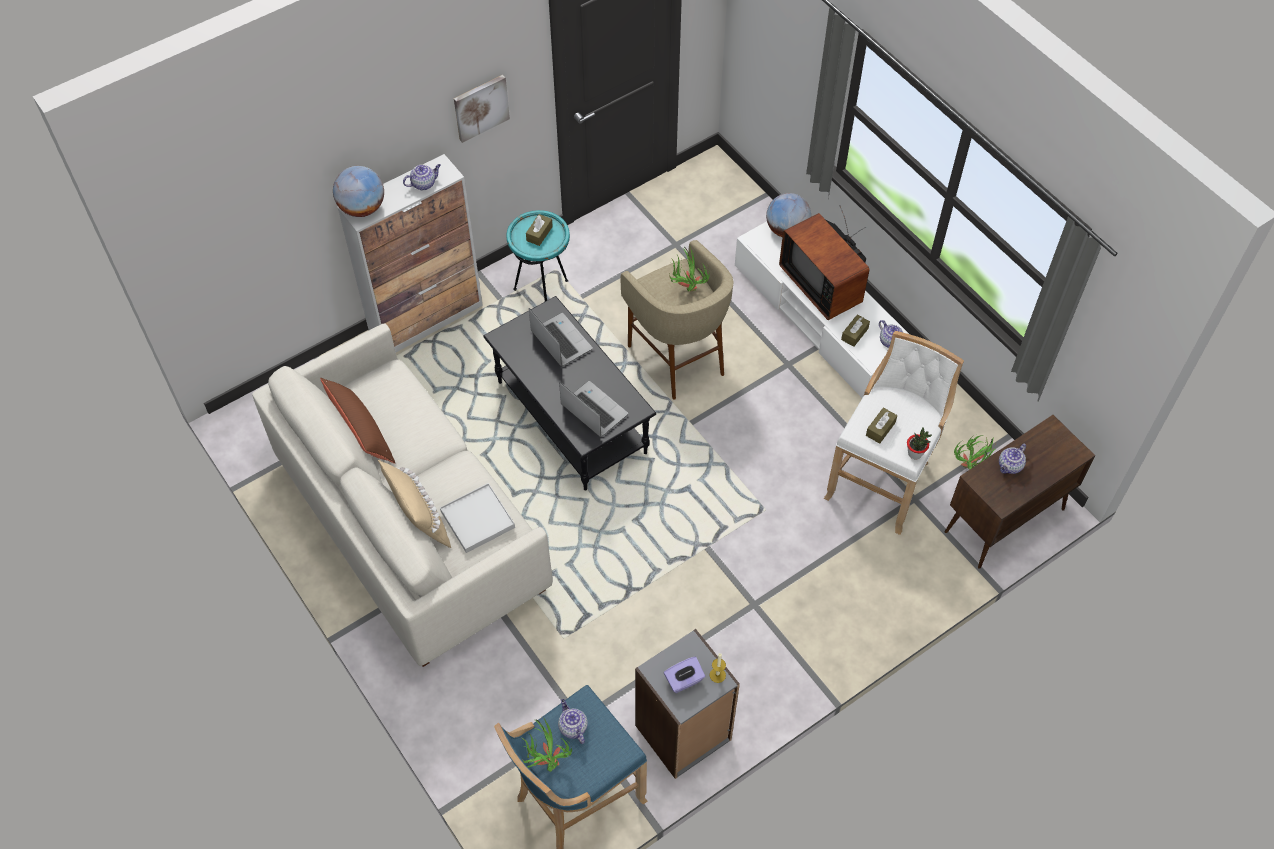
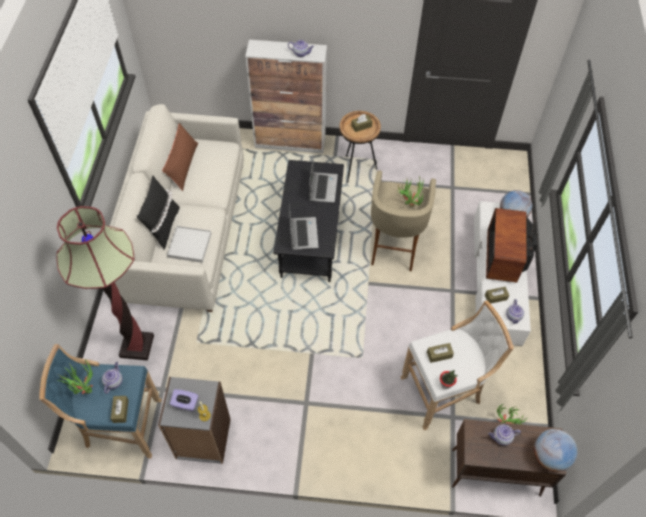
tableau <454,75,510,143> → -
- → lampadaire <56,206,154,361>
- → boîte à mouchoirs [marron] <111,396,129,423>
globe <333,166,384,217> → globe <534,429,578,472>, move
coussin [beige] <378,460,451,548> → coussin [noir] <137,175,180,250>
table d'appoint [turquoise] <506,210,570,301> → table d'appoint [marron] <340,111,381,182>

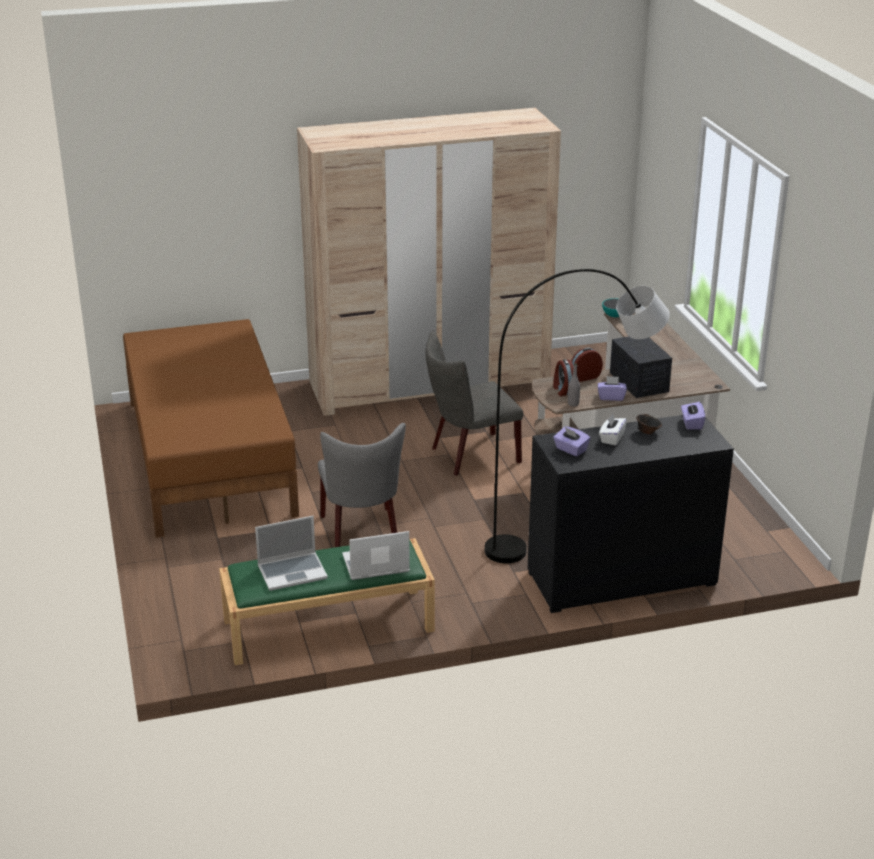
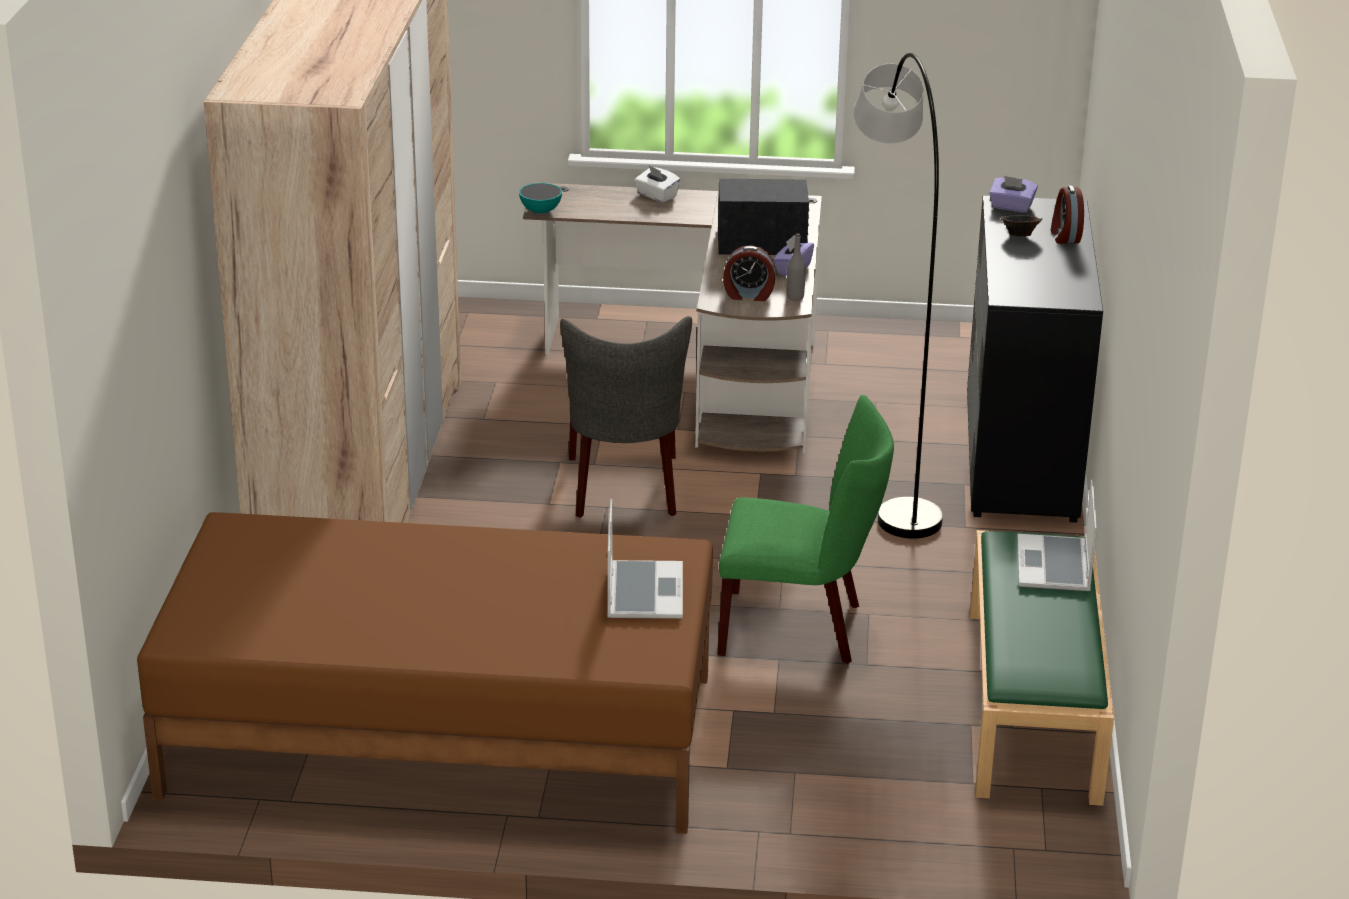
boîte à mouchoirs [violet] <553,426,590,456> → -
ordinateur portable <255,516,328,591> → ordinateur portable <607,499,683,619>, move
réveil <571,347,603,382> → réveil <1051,186,1084,244>, move
boîte à mouchoirs [blanc] <599,414,627,446> → boîte à mouchoirs [blanc] <635,166,680,202>, move
chaise [gris] <318,423,406,547> → chaise [vert] <717,395,894,664>

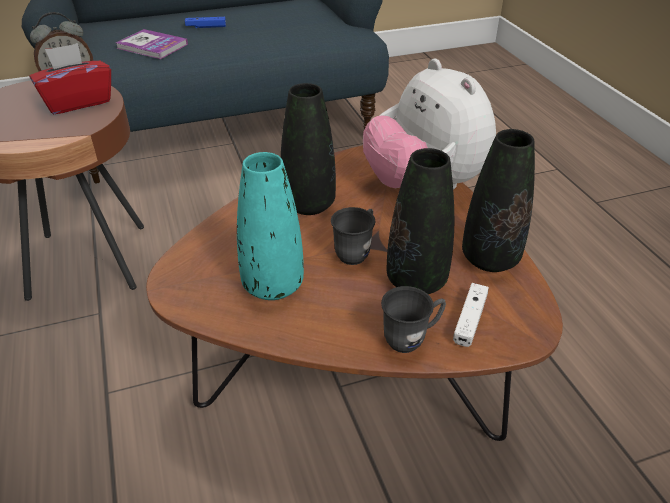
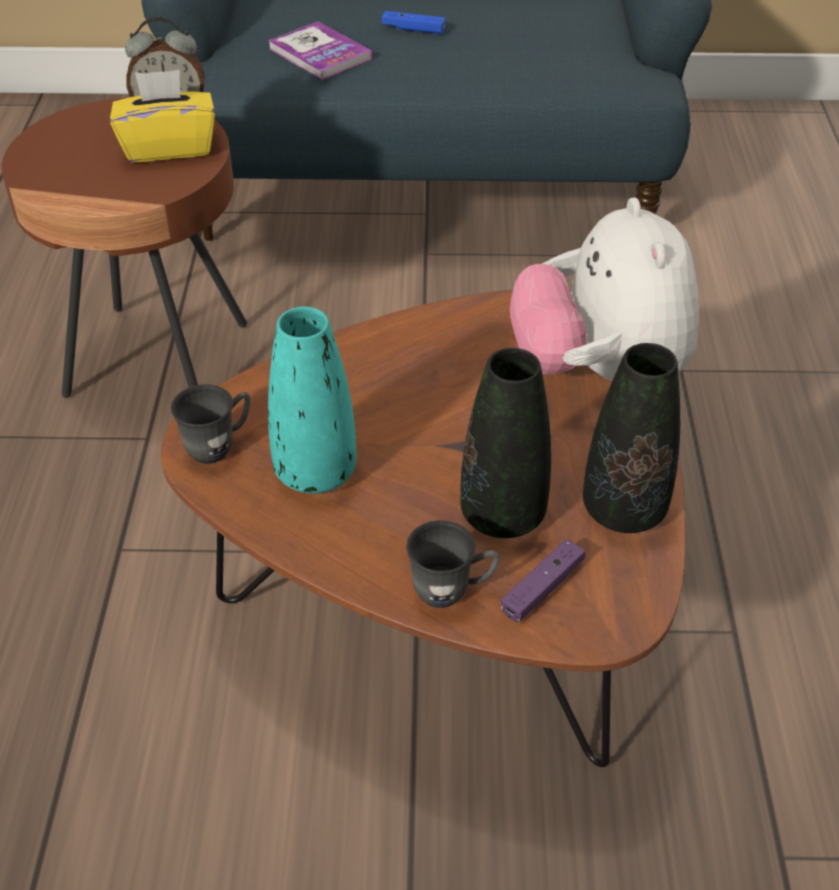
vase [noir] <281,83,336,215> → -
mug [gris] <331,207,376,265> → mug [gris] <171,384,250,464>, move
boîte à mouchoirs [rouge] <30,43,111,115> → boîte à mouchoirs [jaune] <110,70,215,162>
manette [blanc] <453,283,489,347> → manette [violet] <501,539,585,622>

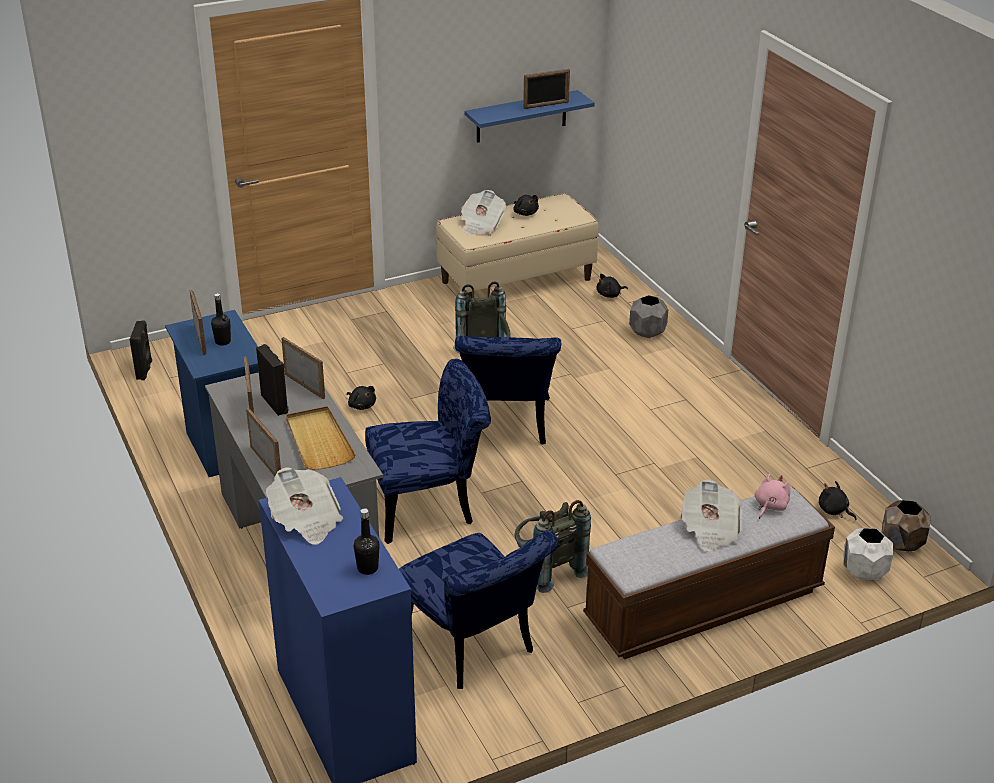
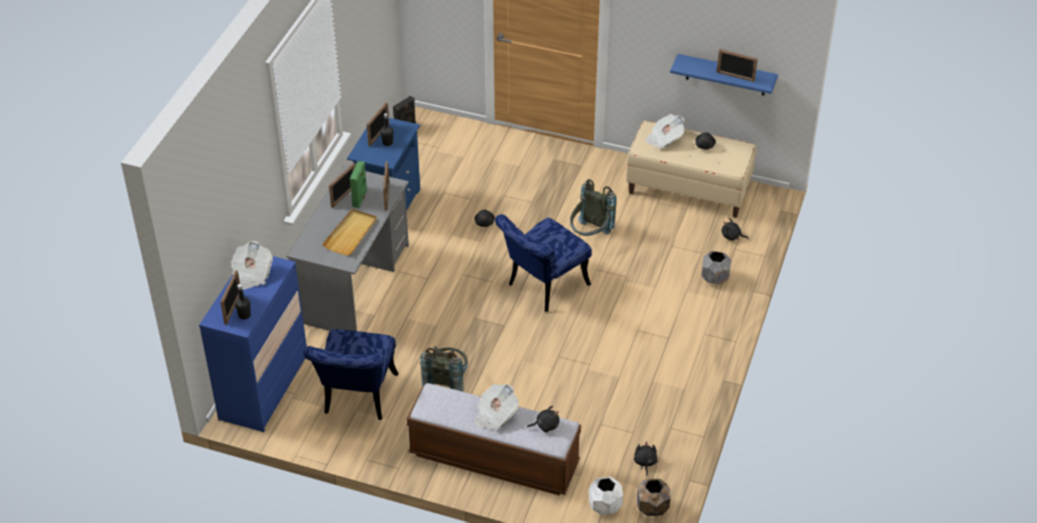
chaise [bleu] <365,359,491,544> → -
cadre photo <246,408,281,476> → cadre photo <220,270,240,325>, move
enceinte [noir] <256,344,288,416> → enceinte [vert] <350,161,367,208>
peluche [rose] <755,474,791,519> → peluche [noir] <527,406,560,432>

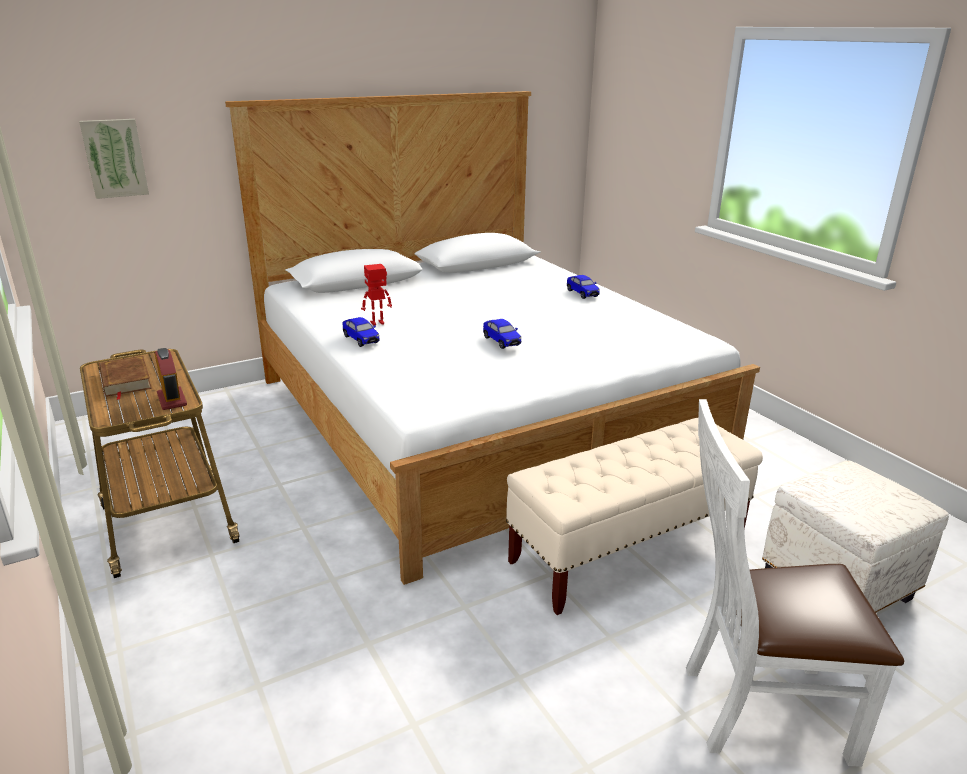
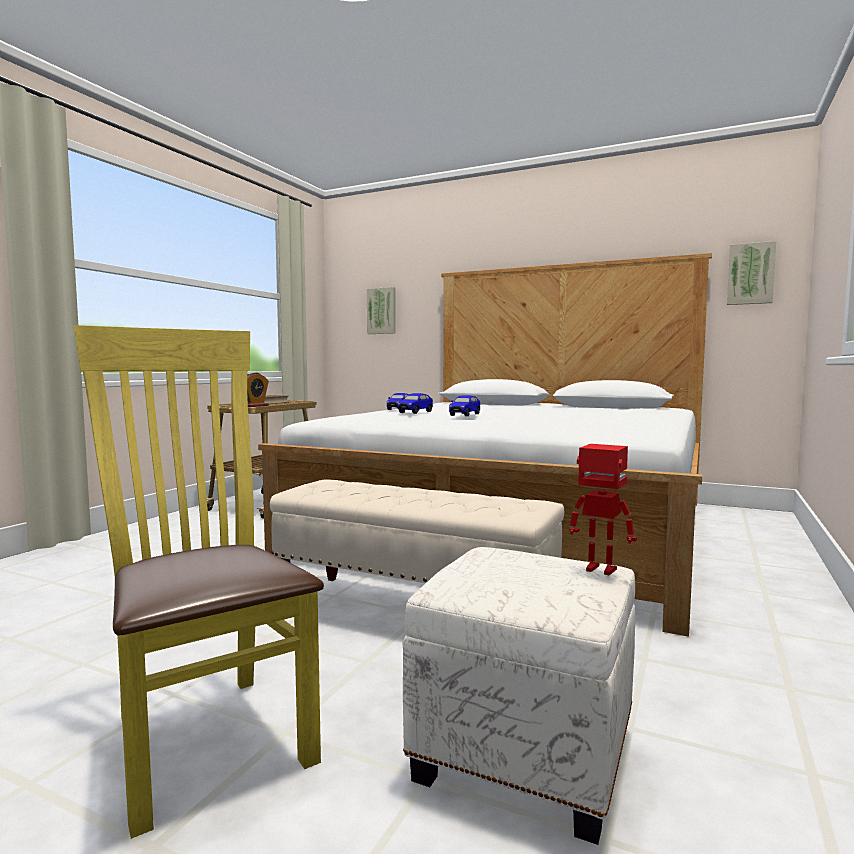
- → tableau <727,241,776,305>
robot jouet <361,264,392,325> → robot jouet <570,444,637,575>, move
petite voiture <567,275,600,299> → petite voiture <398,393,433,414>, move
chaise [blanc] <686,399,904,767> → chaise [jaune] <74,325,324,839>

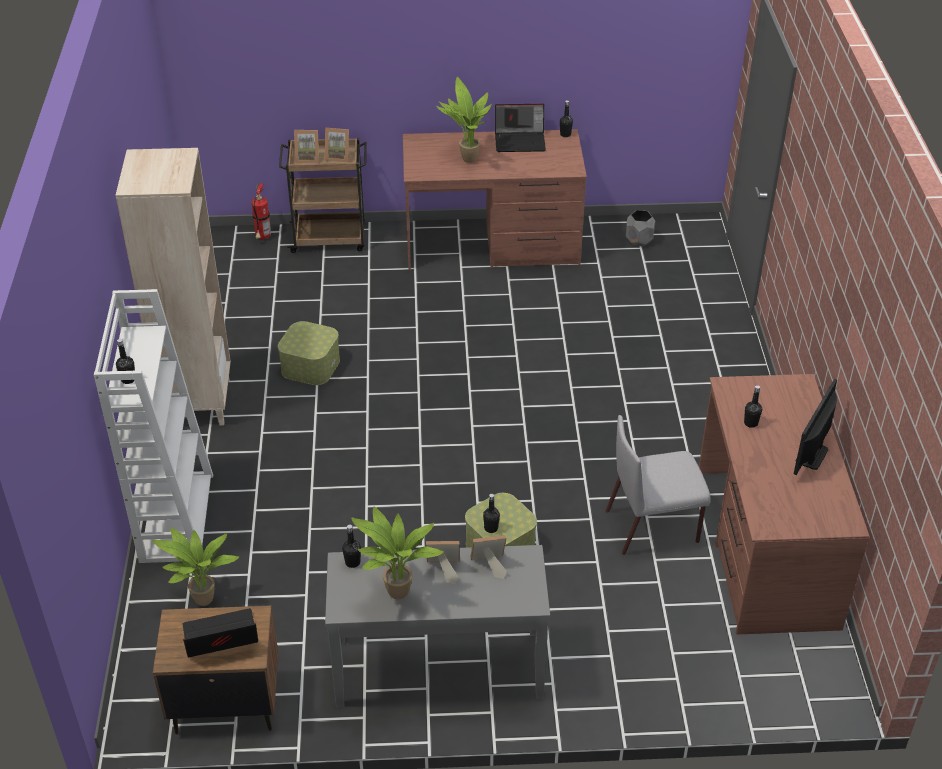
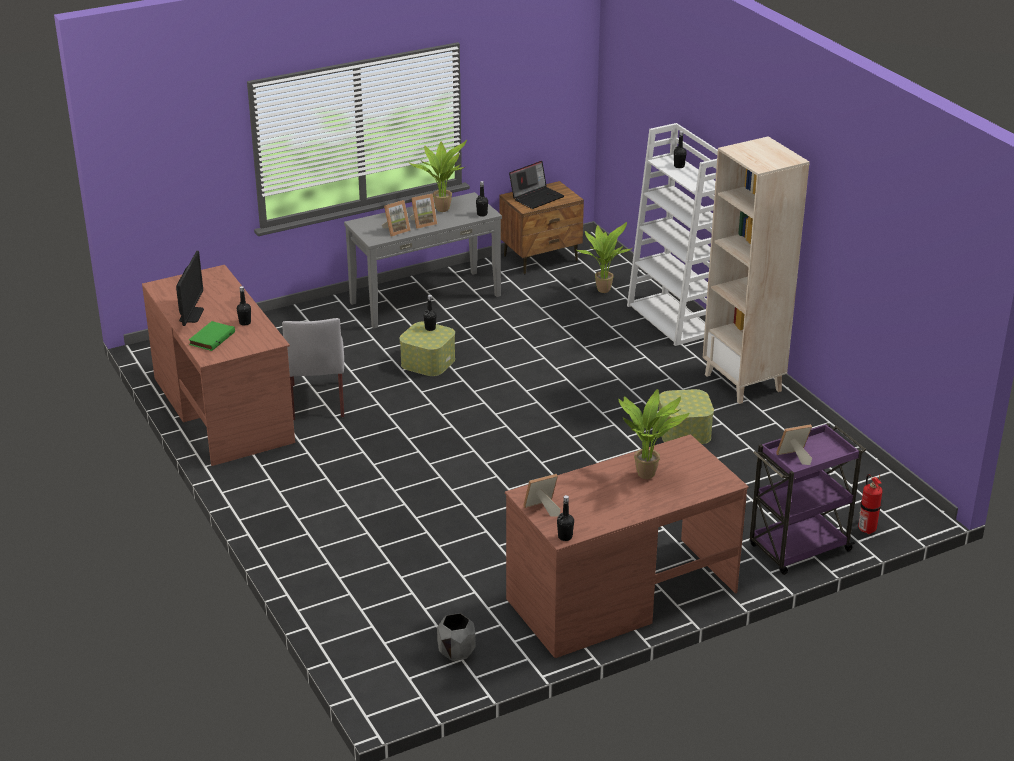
ordinateur portable <495,104,546,152> → -
- → livre [vert] <189,321,235,351>
cadre photo <294,130,319,164> → cadre photo <523,474,561,517>, move
chariot [marron] <279,138,367,253> → chariot [violet] <749,423,866,575>
chaise [gris] <606,415,711,555> → chaise [gris] <282,318,344,421>, 120 degrees clockwise

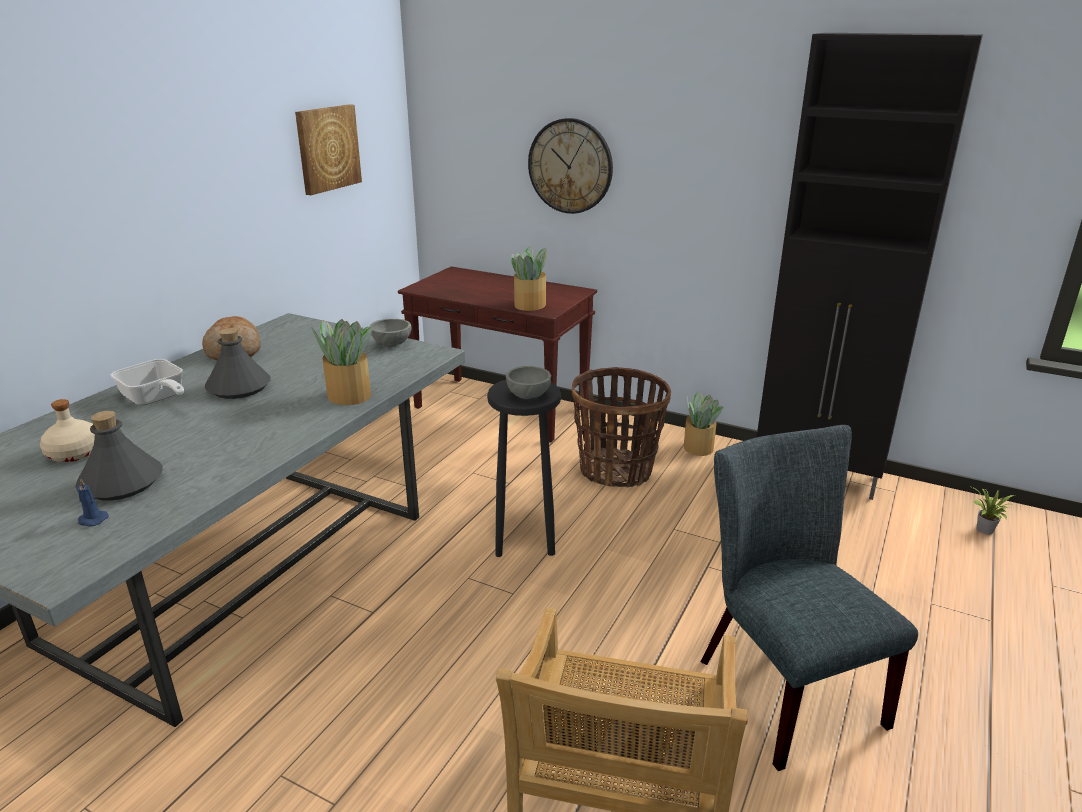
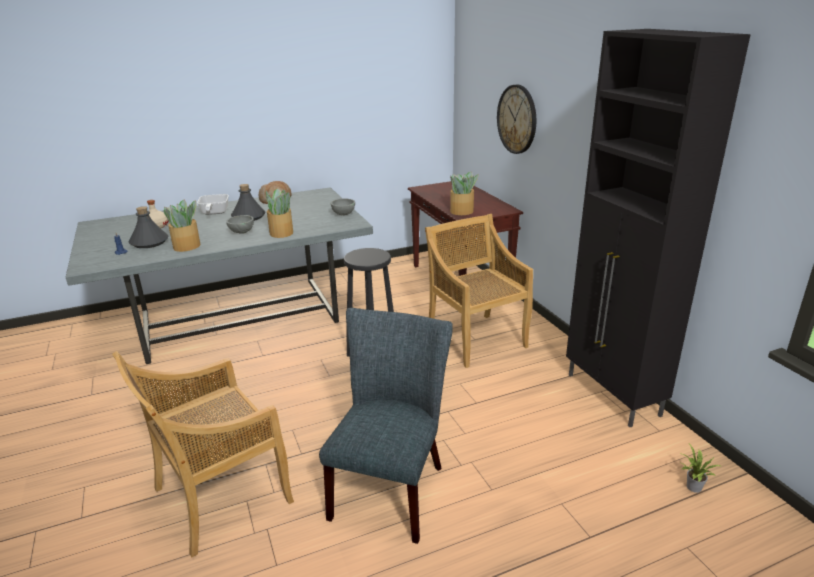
tableau <295,104,362,195> → -
bol [gris] <506,366,551,399> → bol [gris] <227,215,254,234>, move
plante en pot <684,391,723,456> → plante en pot <164,200,201,252>, move
panier <572,367,671,488> → chaise [beige] <425,214,533,368>

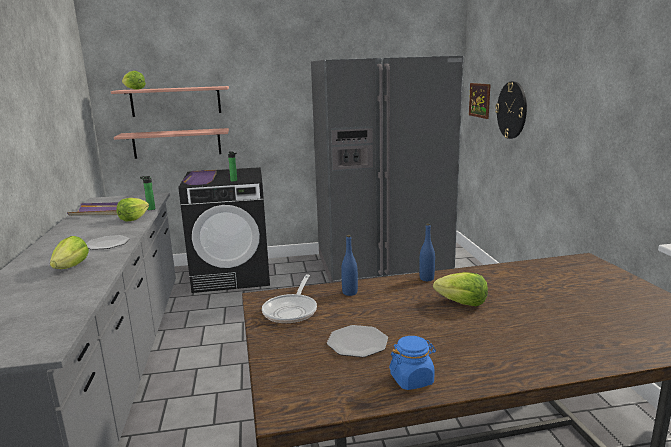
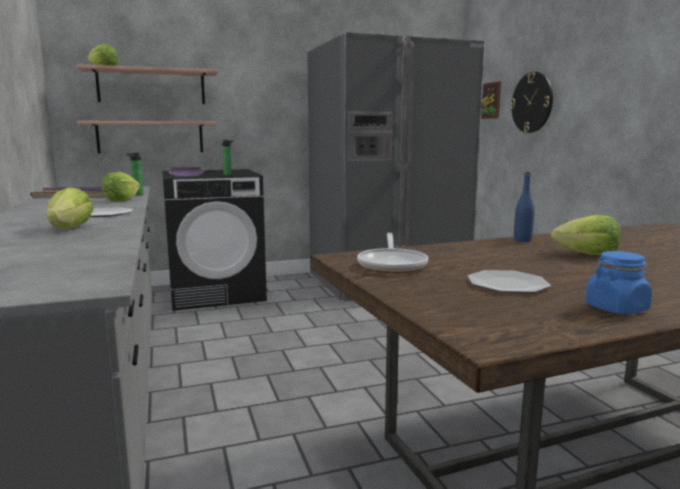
bouteille [bleu] <341,235,358,296> → -

